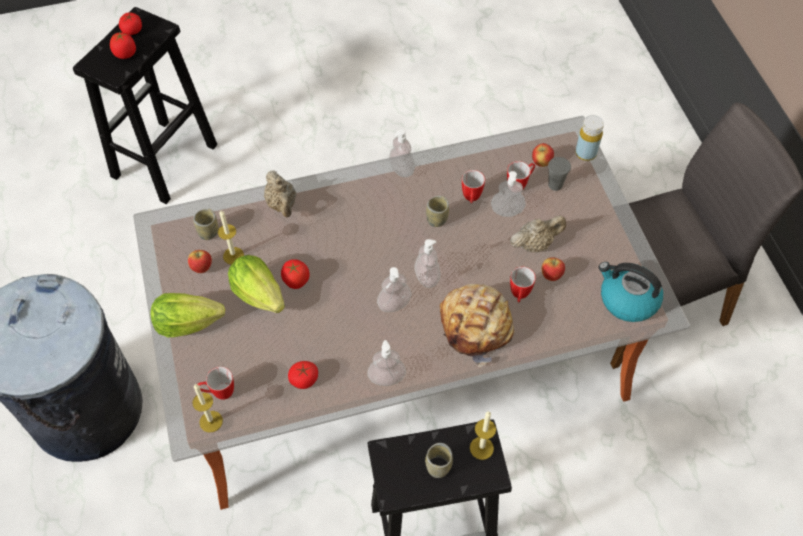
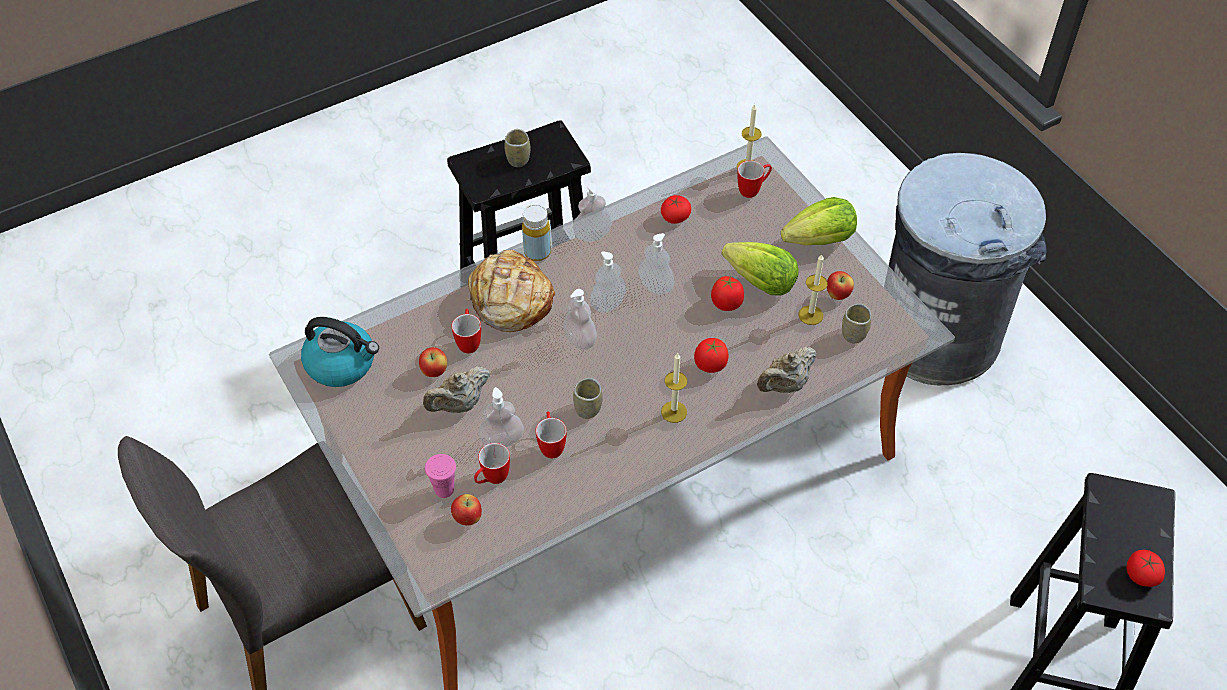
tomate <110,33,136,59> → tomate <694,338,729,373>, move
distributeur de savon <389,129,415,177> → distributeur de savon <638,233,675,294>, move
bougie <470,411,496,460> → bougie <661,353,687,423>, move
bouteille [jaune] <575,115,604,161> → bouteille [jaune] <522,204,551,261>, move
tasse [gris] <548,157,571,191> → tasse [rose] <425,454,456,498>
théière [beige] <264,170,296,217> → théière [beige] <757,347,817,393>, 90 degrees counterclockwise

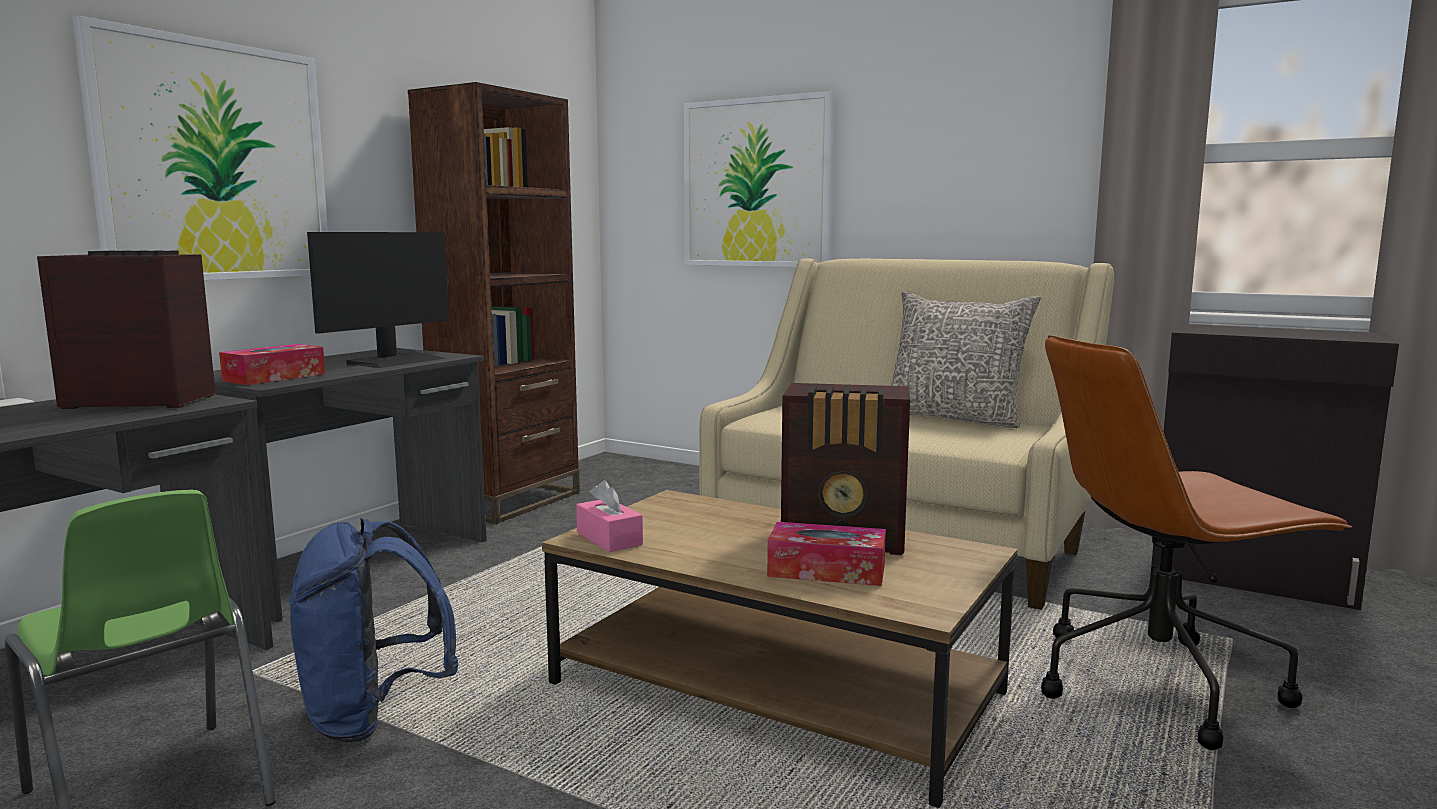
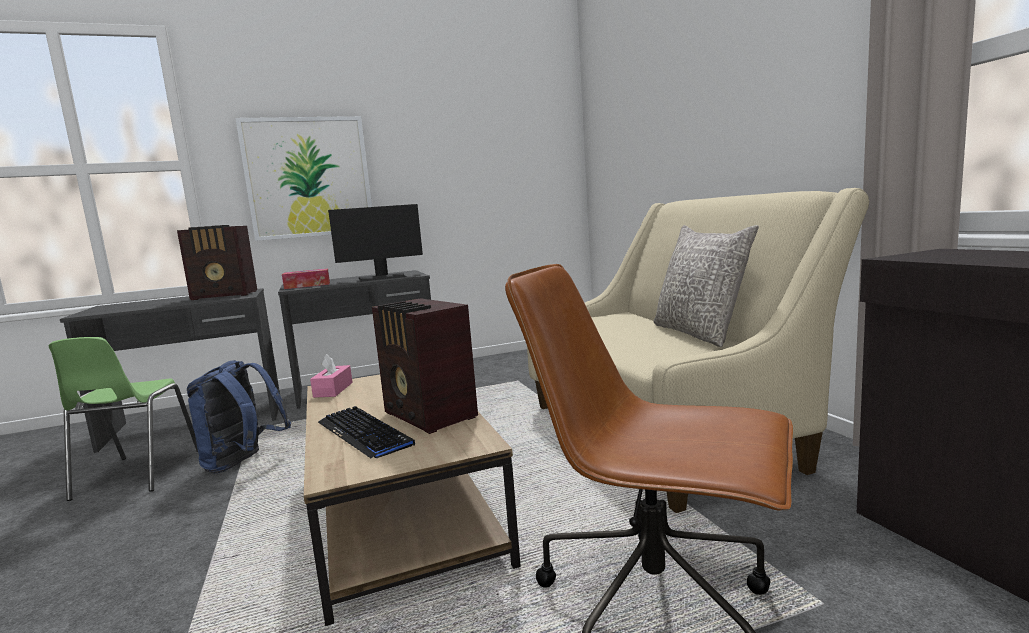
bibliothèque [marron] <408,82,580,524> → -
tableau <684,91,834,267> → -
boîte à mouchoirs <767,522,886,586> → clavier <318,406,415,458>
radio <37,250,215,409> → radio <177,225,257,300>, 135 degrees clockwise

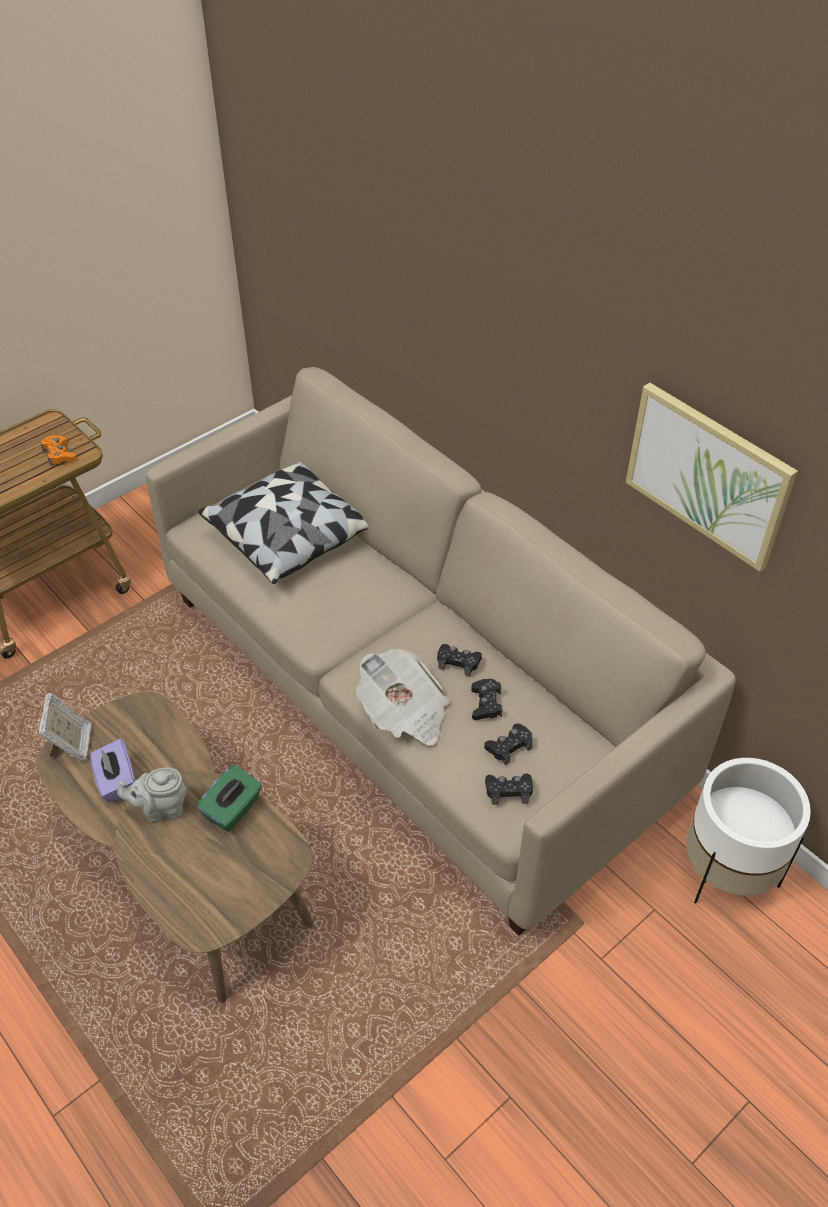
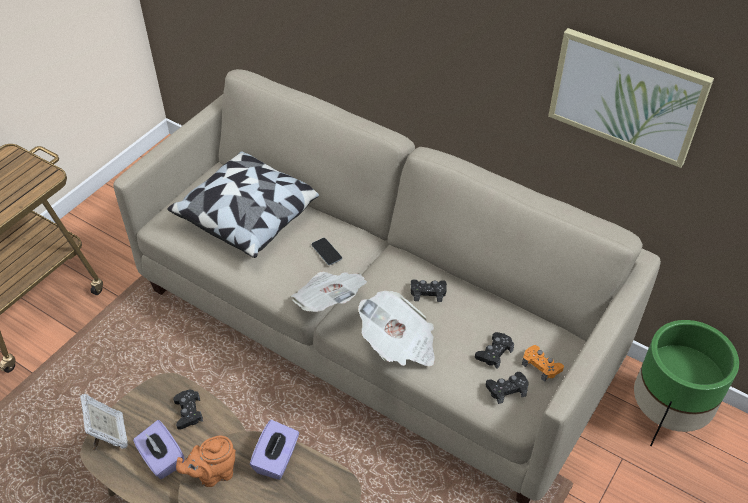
- → journal <290,272,367,312>
- → téléphone <312,238,342,265>
manette [orange] <40,435,77,466> → manette [orange] <522,345,564,382>, move
manette [noir] <471,679,502,720> → manette [noir] <173,390,203,430>, move
théière [gris] <117,767,187,822> → théière [orange] <176,436,236,487>
boîte à mouchoirs [vert] <197,764,262,832> → boîte à mouchoirs [violet] <250,420,299,480>
cache-pot [blanc] <686,758,811,904> → cache-pot [vert] <634,320,739,446>

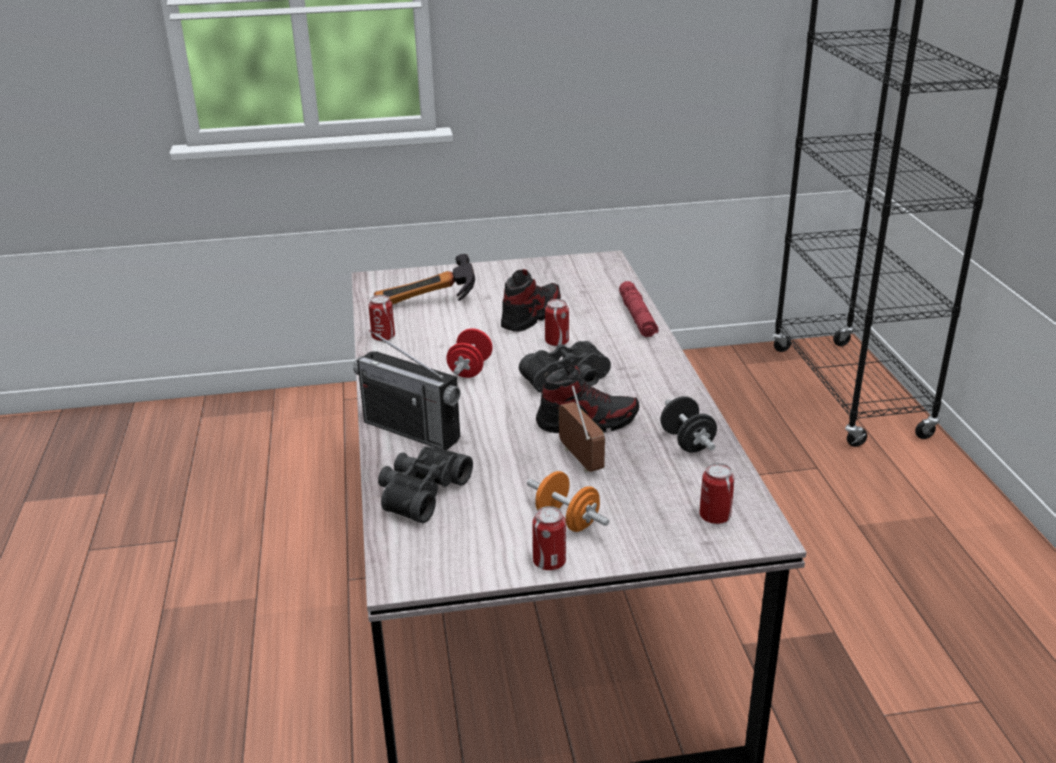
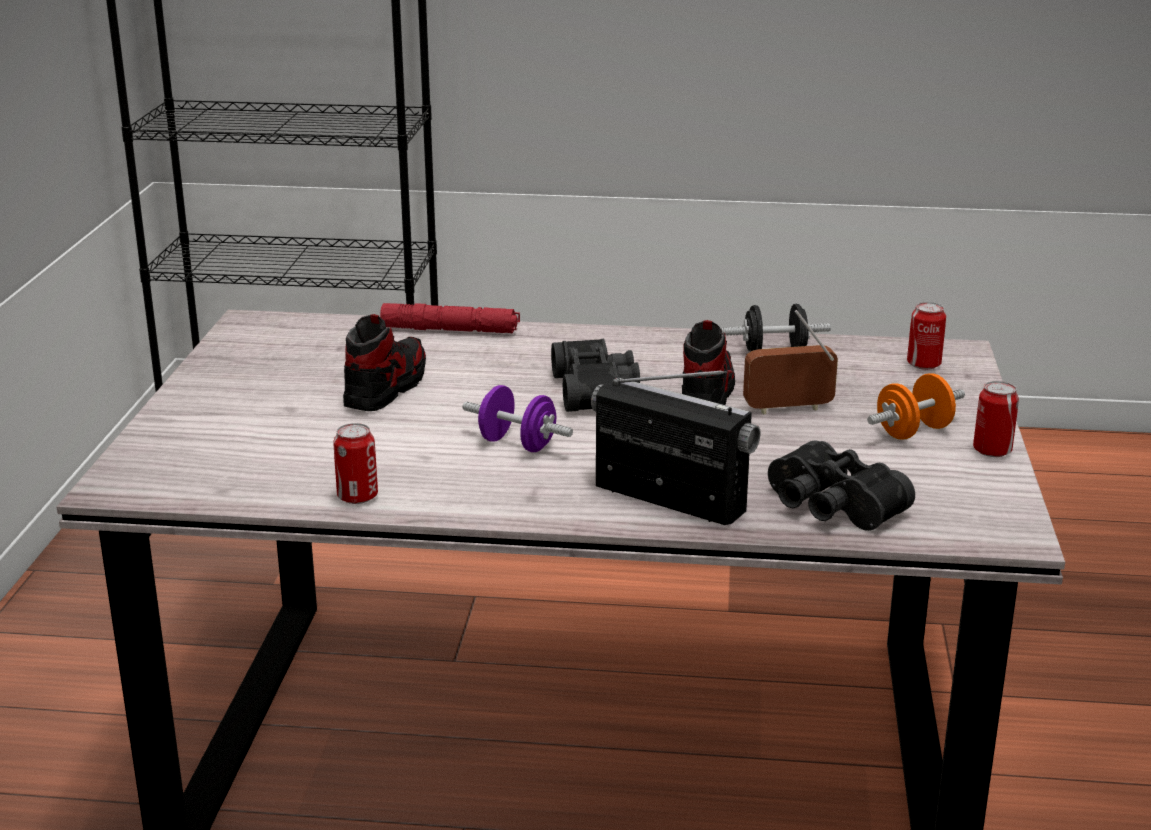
marteau <374,254,475,305> → -
boîte métallique <545,299,569,346> → -
haltère [rouge] <446,328,493,378> → haltère [violet] <462,385,573,452>
radio <353,330,460,450> → radio <591,370,761,525>, 105 degrees counterclockwise
chaussure <501,269,561,332> → chaussure <343,314,426,411>, 60 degrees clockwise

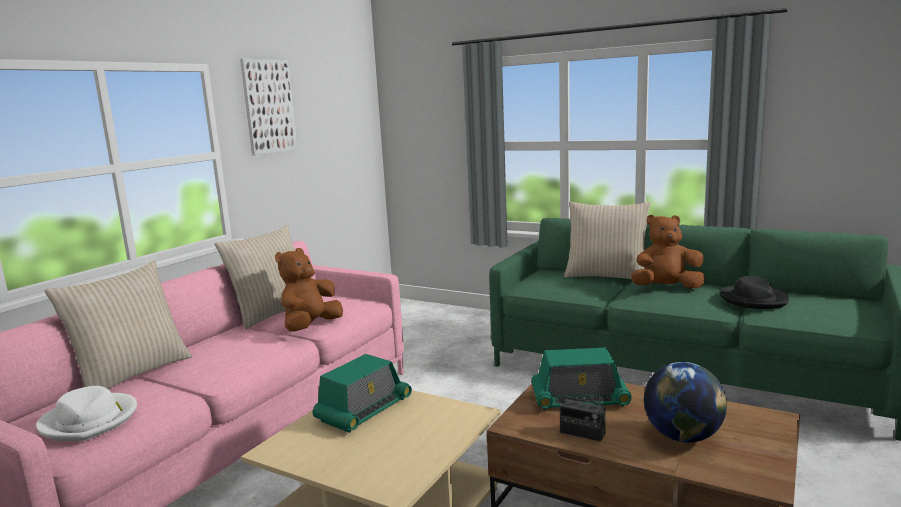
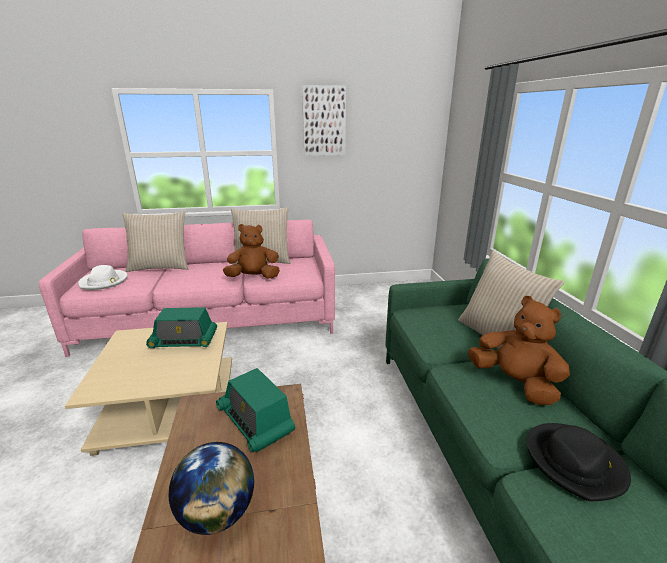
radio <560,381,606,442> → -

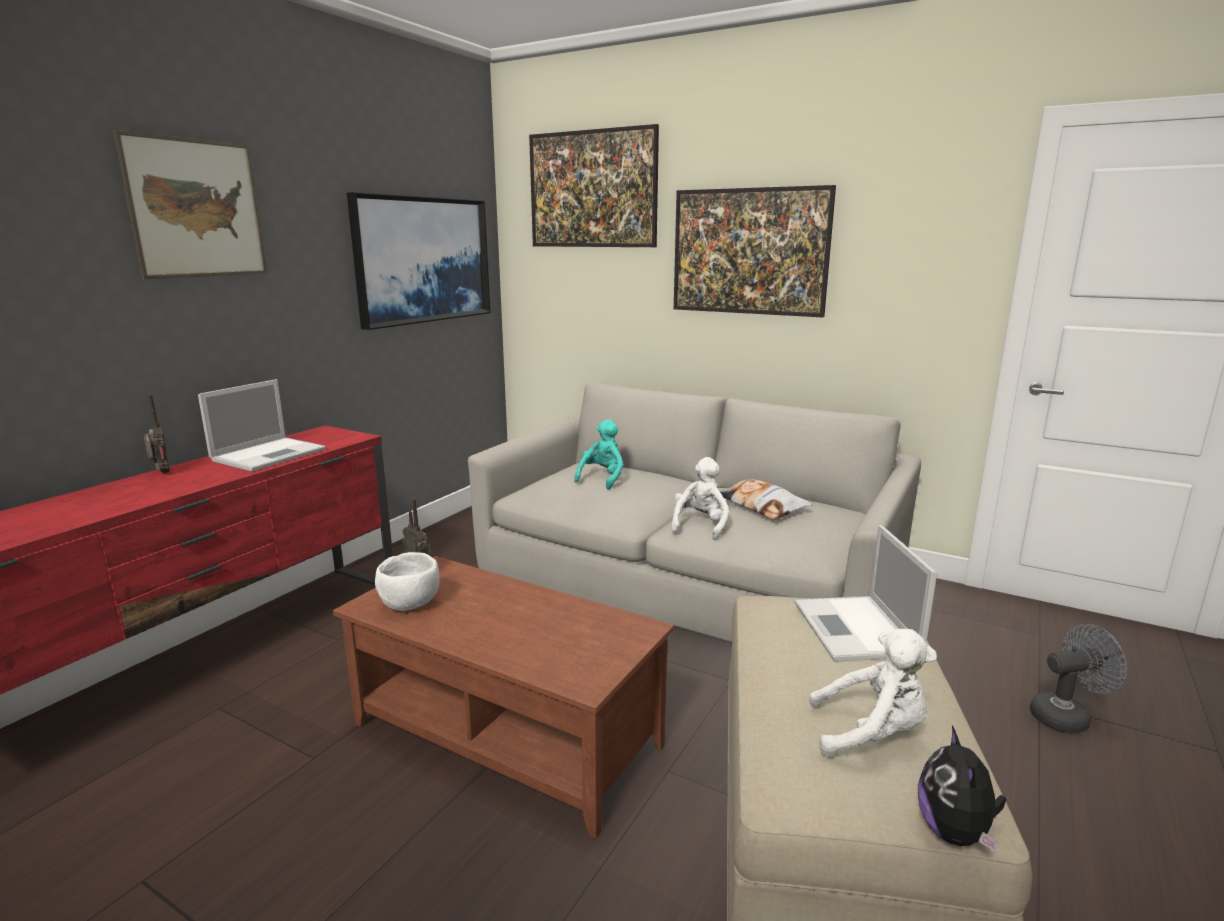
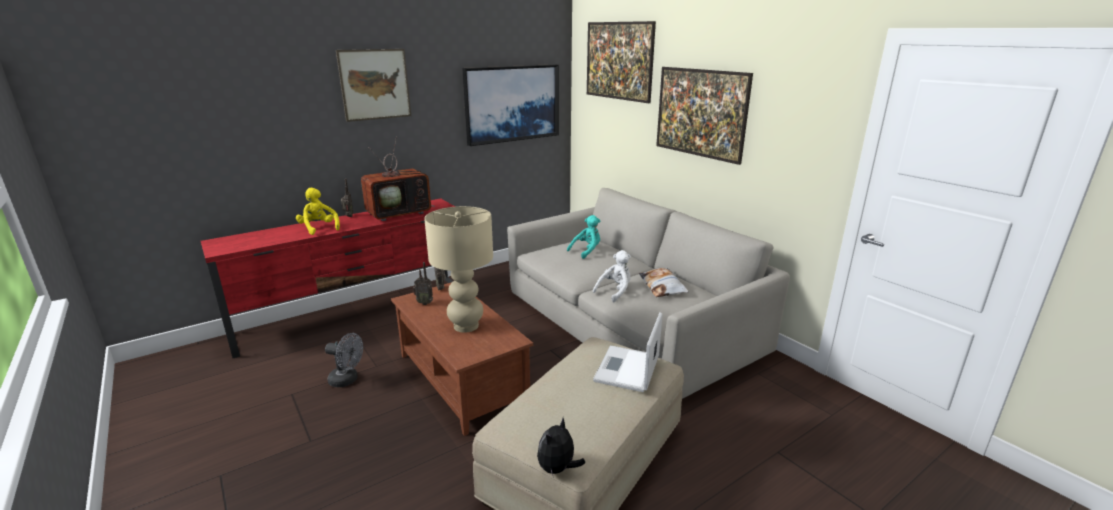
peluche [blanc] <809,629,937,757> → -
- → peluche [jaune] <296,188,340,235>
- → lampe de table [beige] <424,206,493,333>
ventilateur [gris] <1030,624,1127,733> → ventilateur [gris] <325,333,363,387>, move
ordinateur portable <198,379,326,471> → téléviseur <361,136,434,221>
bol [blanc] <375,552,440,611> → radio <413,262,433,305>

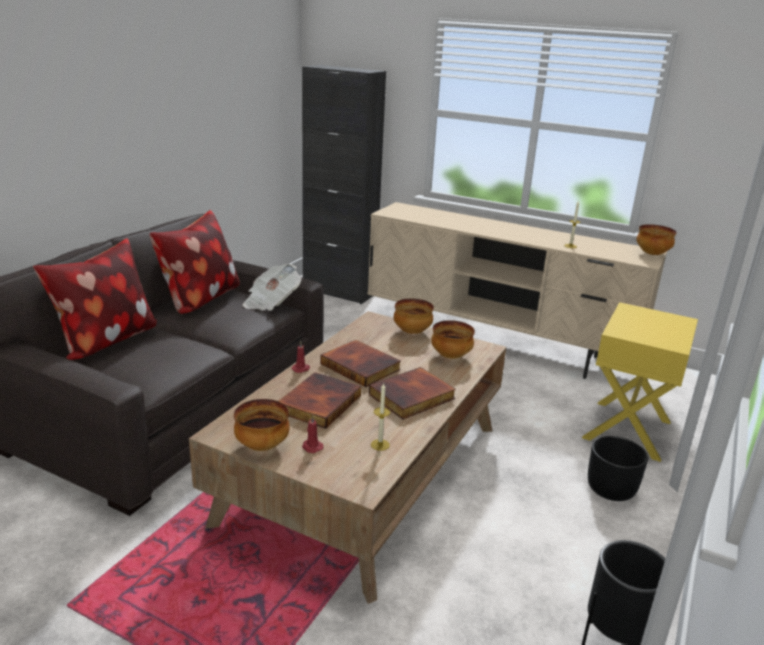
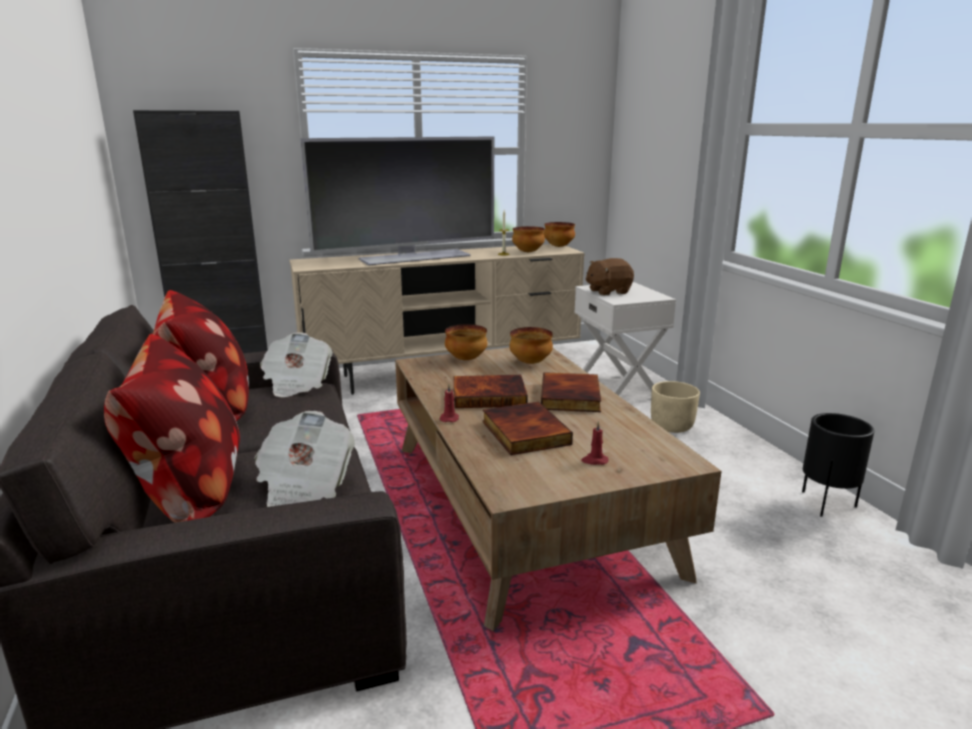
bougie <371,383,390,451> → -
- → journal <254,411,355,507>
- → téléviseur <300,136,494,265>
- → peluche [marron] <586,258,634,296>
bol <234,399,290,451> → bol <512,226,545,252>, move
table de chevet [jaune] <582,302,698,462> → table de chevet [blanc] <574,282,676,396>
cache-pot [noir] <588,436,648,501> → cache-pot [beige] <651,381,700,433>

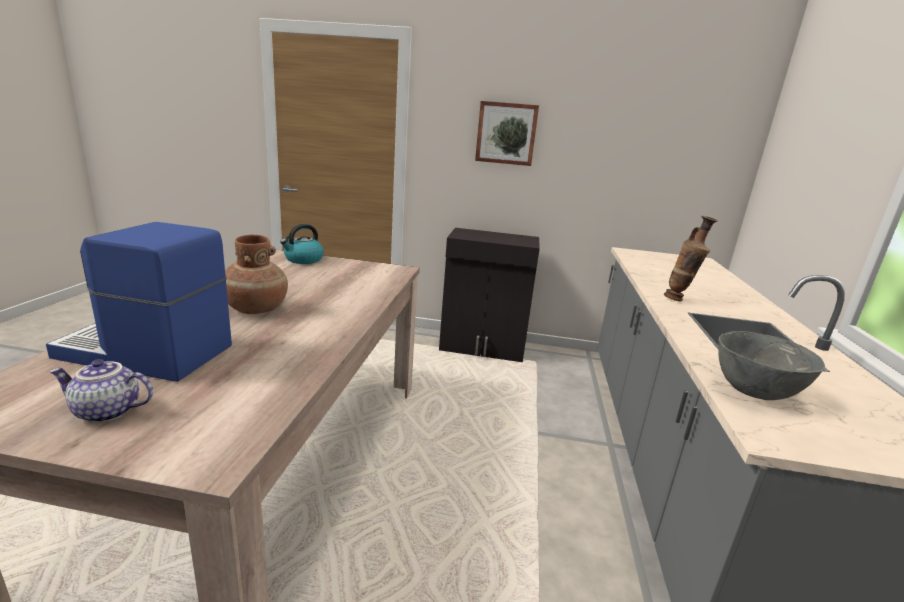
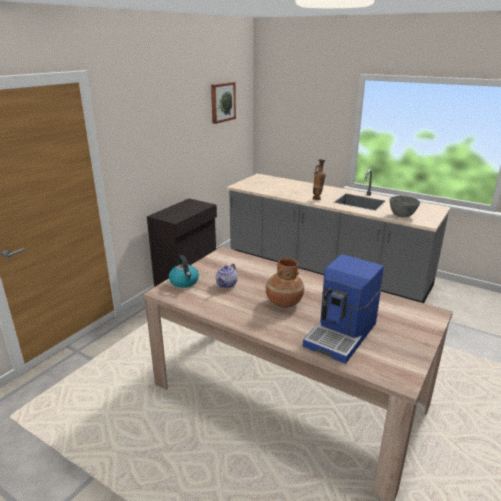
théière <49,359,153,423> → théière <216,263,238,288>, move
tableau <475,101,539,166> → tableau <211,82,236,124>, move

